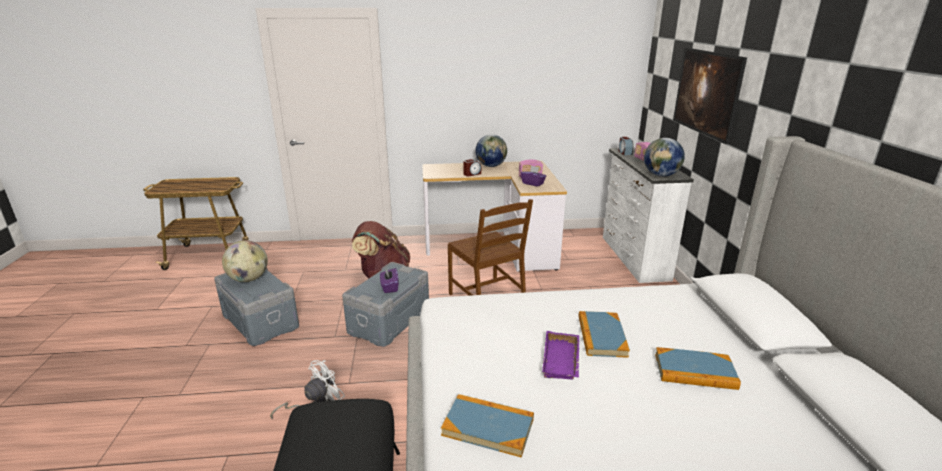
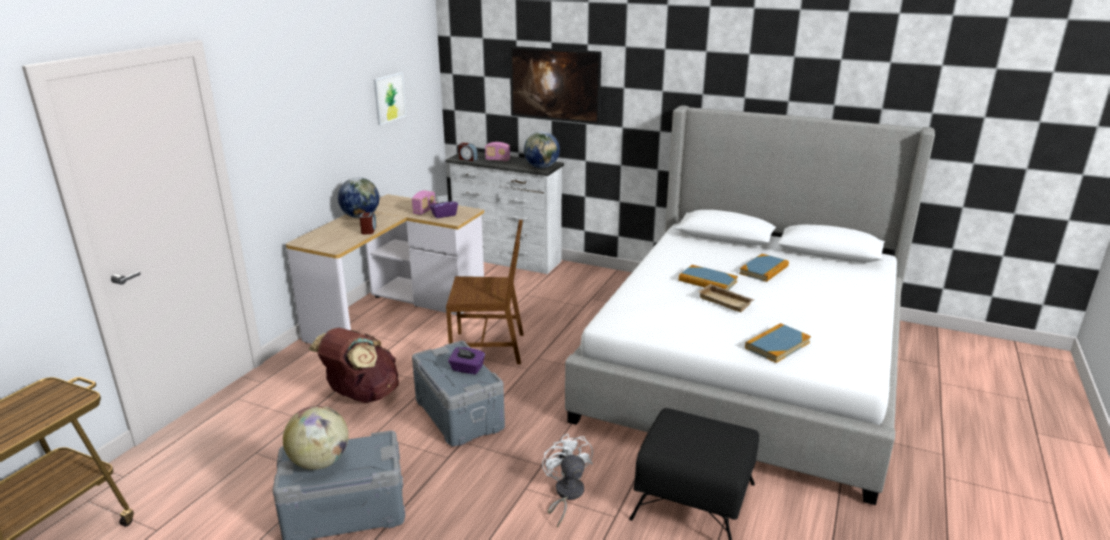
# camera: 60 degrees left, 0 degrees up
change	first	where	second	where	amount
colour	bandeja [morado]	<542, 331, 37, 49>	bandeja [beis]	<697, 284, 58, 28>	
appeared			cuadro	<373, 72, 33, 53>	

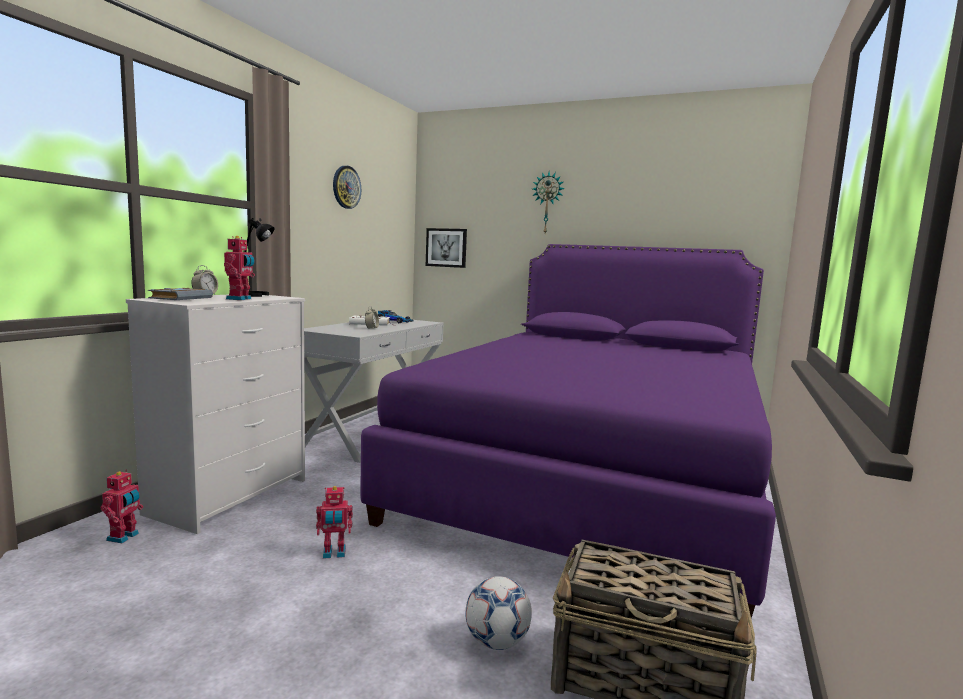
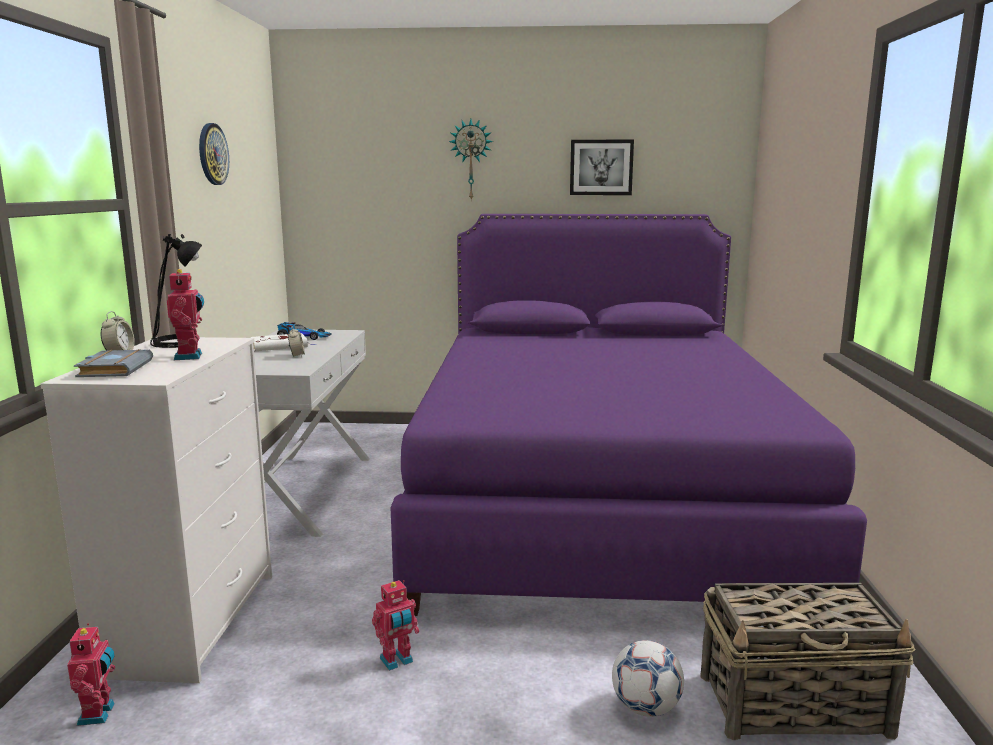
# camera: 20 degrees left, 5 degrees up
change	first	where	second	where	amount
relocated	cuadro	<426, 228, 41, 40>		<570, 140, 64, 55>	

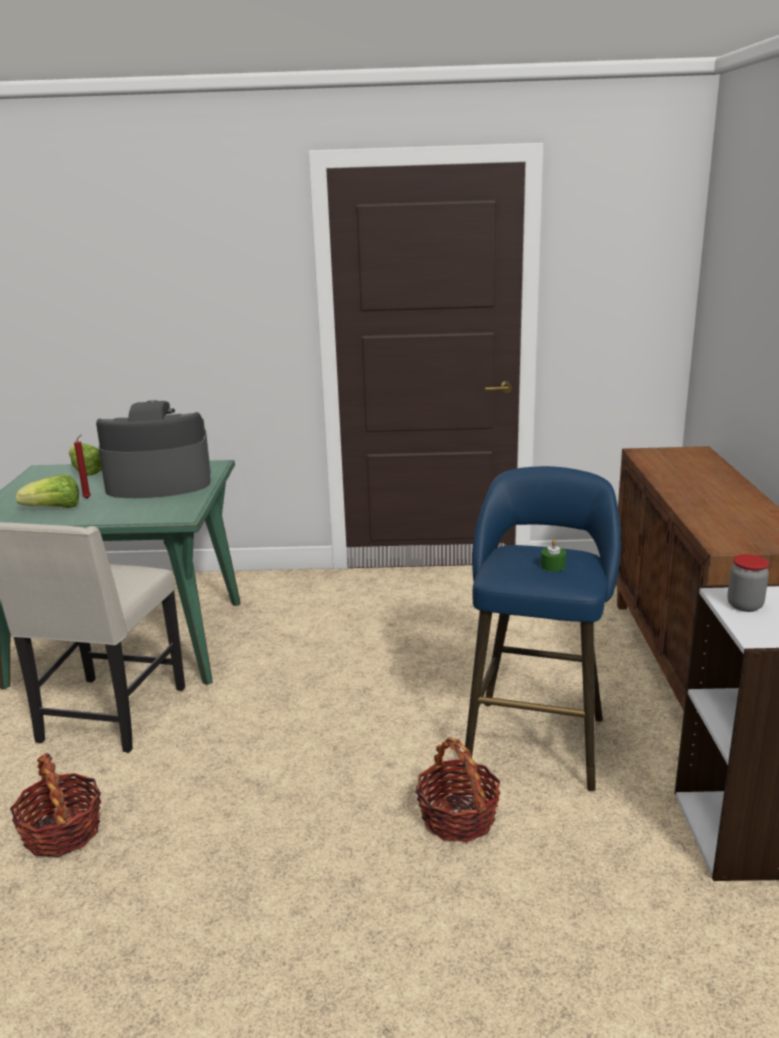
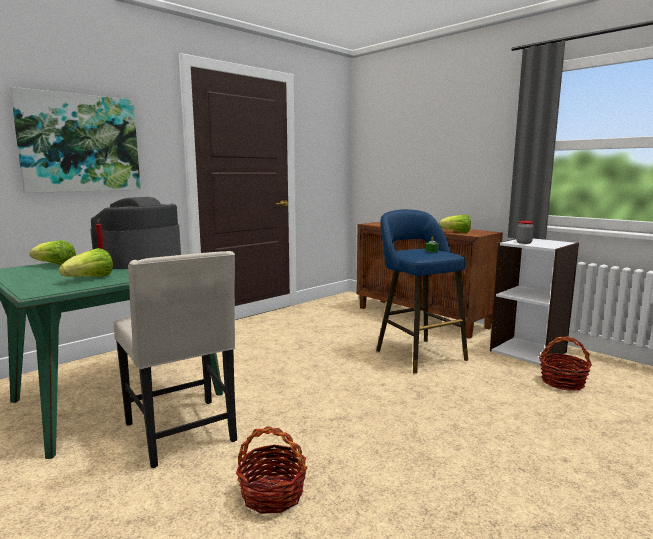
# camera: 45 degrees left, 10 degrees down
change	first	where	second	where	amount
relocated	cesta	<416, 737, 85, 105>		<539, 336, 53, 55>	
appeared			cuadro	<10, 87, 131, 106>	
appeared			lechuga	<439, 215, 32, 18>	

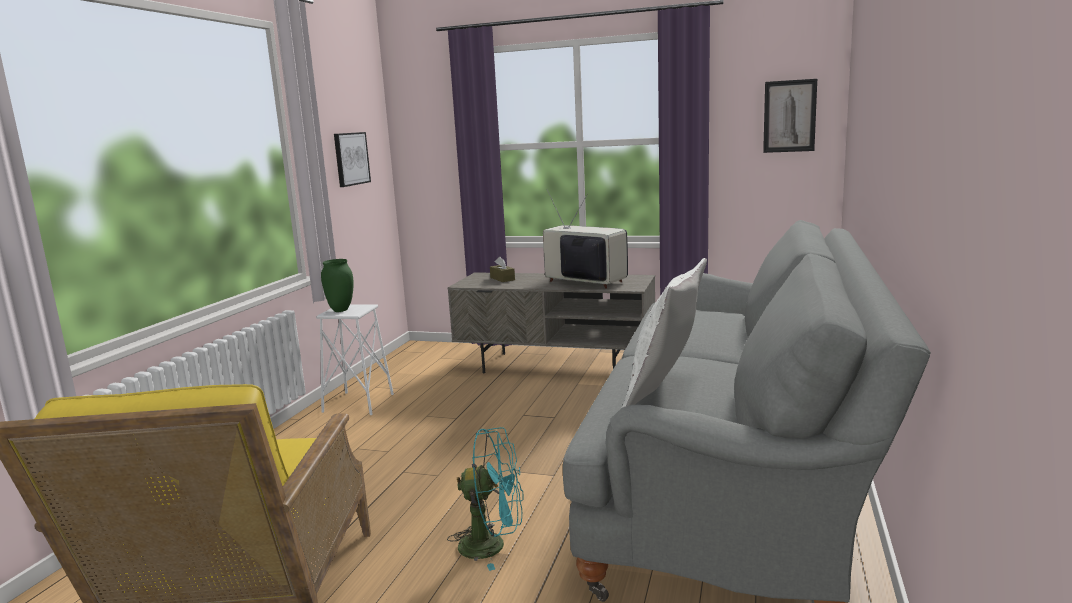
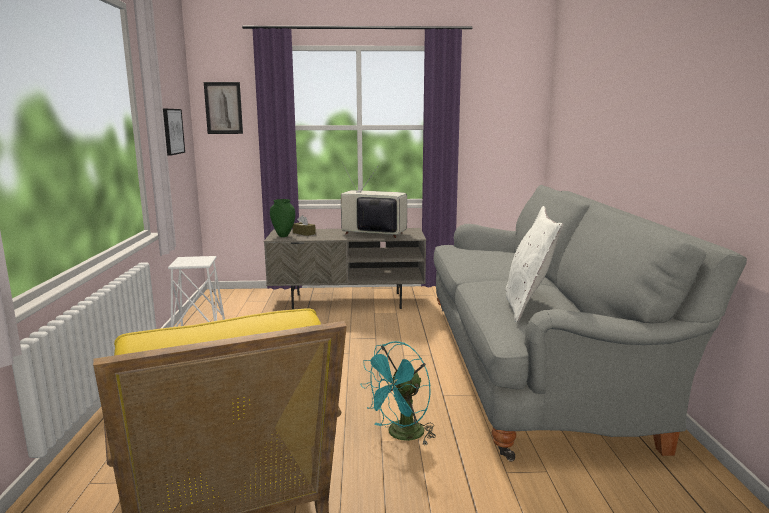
# camera: 20 degrees left, 0 degrees up
change	first	where	second	where	amount
relocated	cuadro	<763, 79, 54, 74>		<204, 82, 39, 52>	
relocated	florero [verde]	<321, 259, 33, 53>		<270, 199, 25, 38>	
spun	ventilador [turquesa]	<447, 427, 77, 144>		<360, 341, 76, 104>	150 degrees clockwise

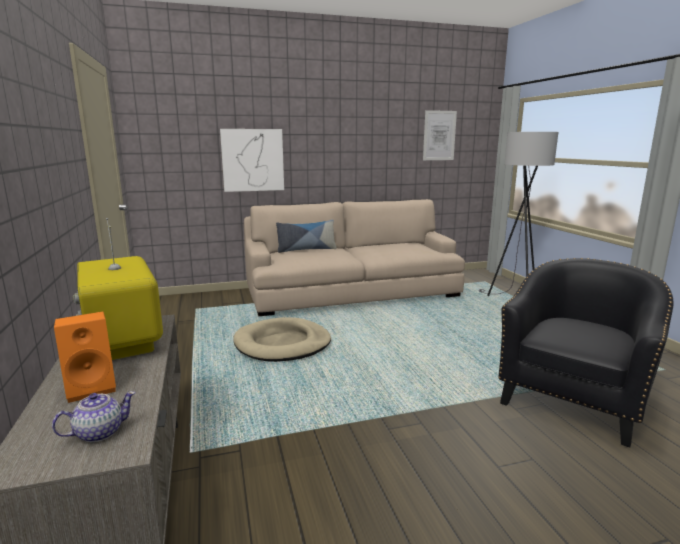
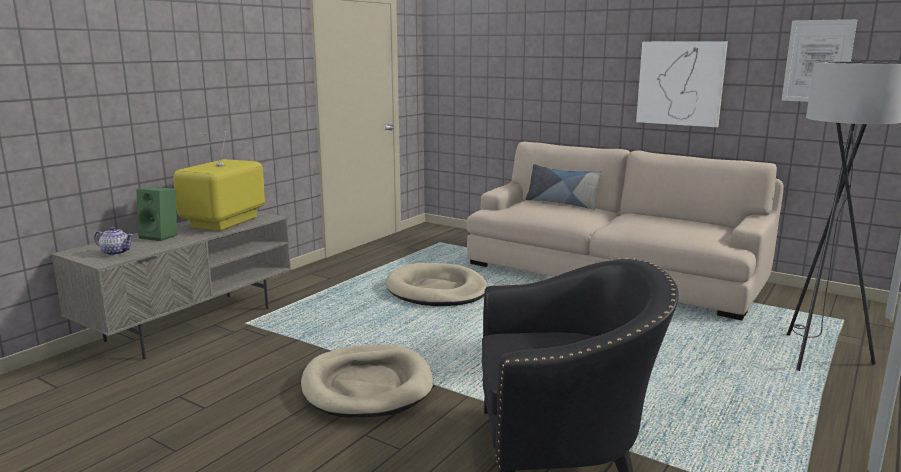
# camera: 50 degrees right, 0 degrees up
change	first	where	second	where	amount
relocated	cuadro	<220, 129, 64, 63>		<636, 41, 92, 86>	
colour	altavoz [naranja]	<54, 311, 62, 92>	altavoz [verde]	<137, 187, 40, 54>	
appeared			cama para perro [beis]	<301, 344, 132, 74>	

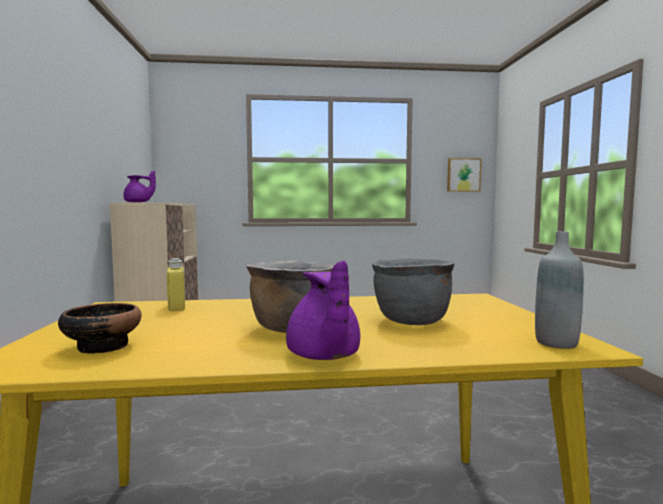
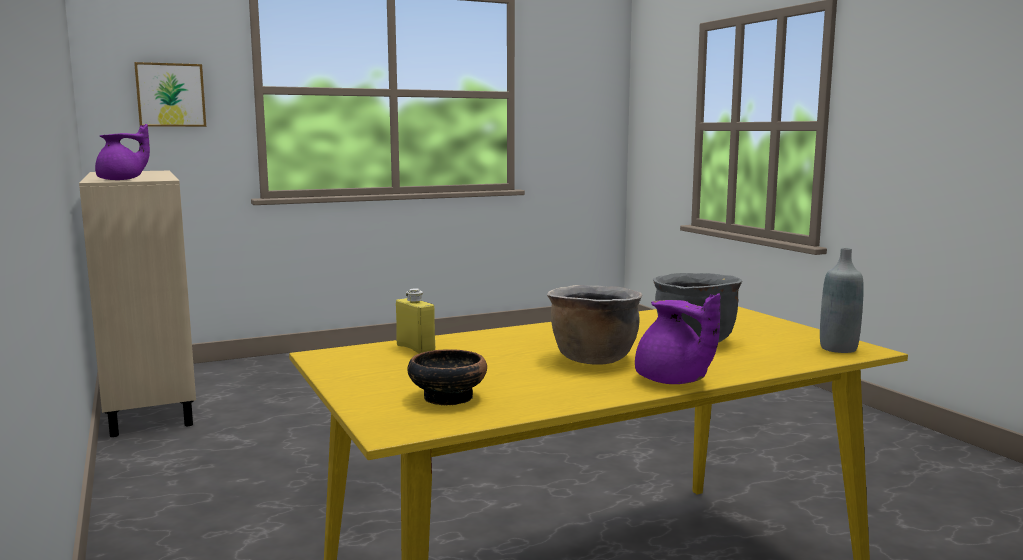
# camera: 20 degrees left, 5 degrees up
change	first	where	second	where	amount
relocated	cuadro	<447, 158, 35, 34>		<134, 62, 72, 65>	

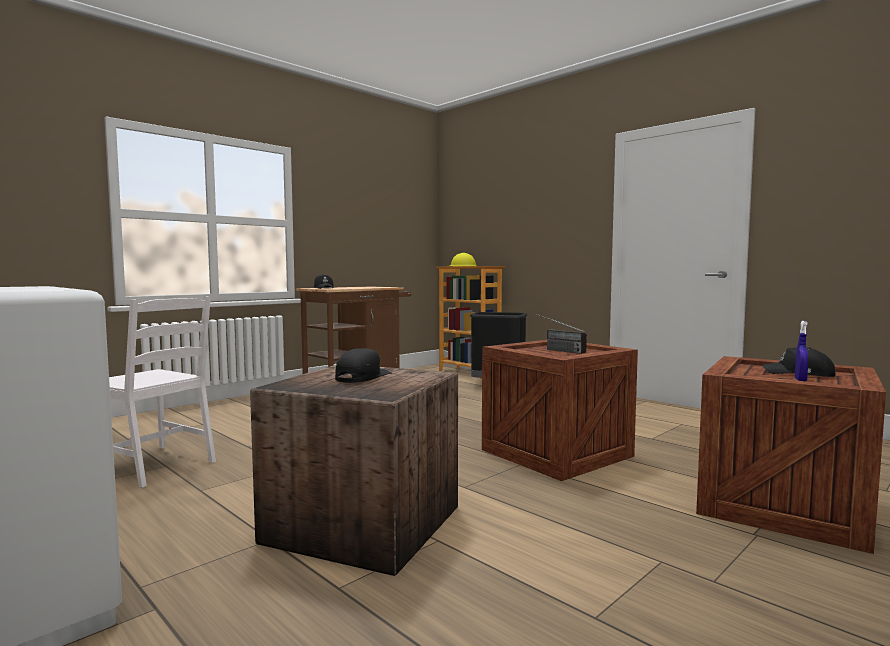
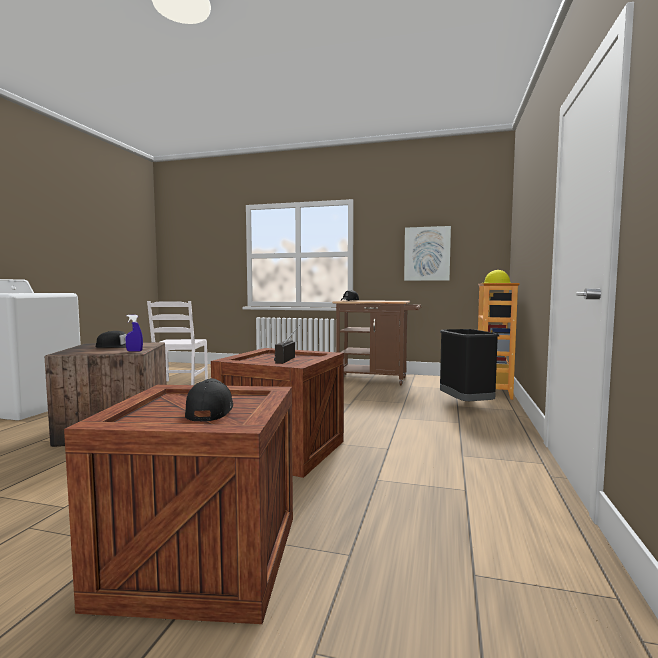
# camera: 60 degrees right, 0 degrees up
change	first	where	second	where	amount
relocated	pulverizador [azul]	<795, 321, 13, 60>		<125, 315, 18, 37>	
appeared			cuadro	<404, 226, 47, 55>	

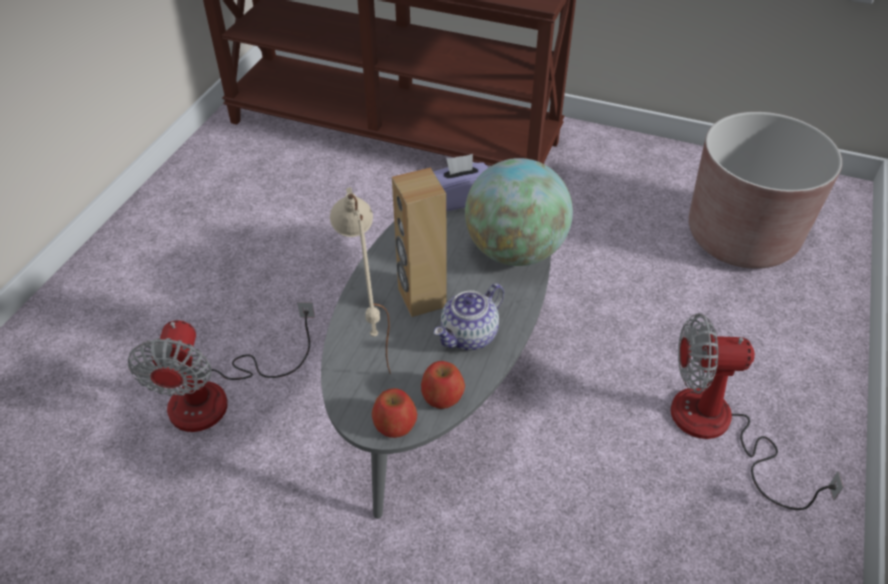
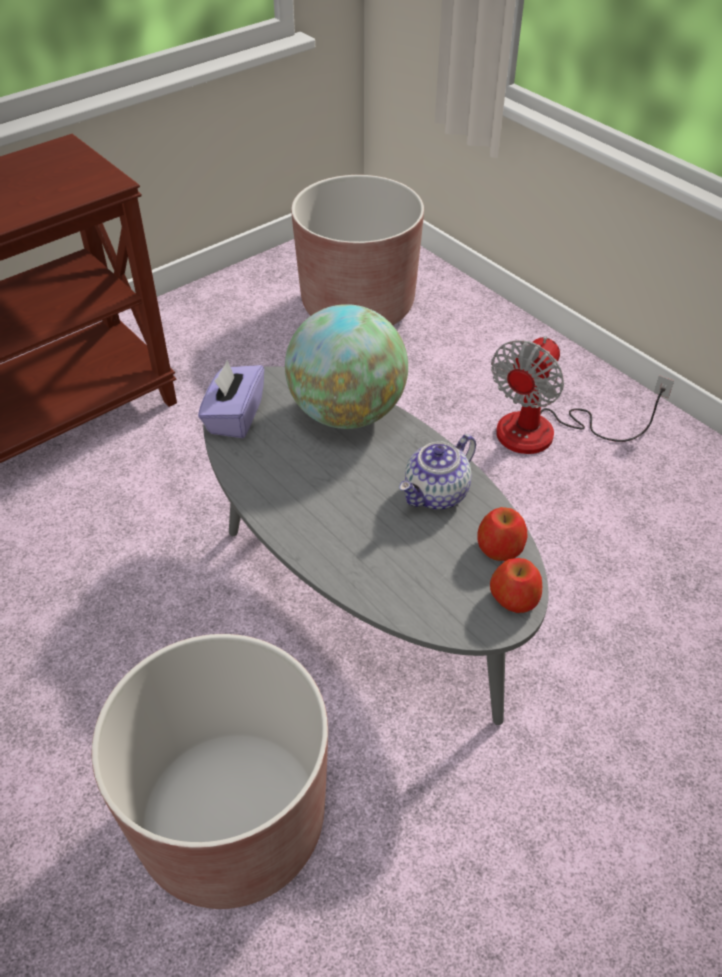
# camera: 60 degrees left, 0 degrees up
change	first	where	second	where	amount
missing	altavoz [marrón]	<392, 167, 55, 150>			
missing	lámpara de mesa [beis]	<330, 187, 61, 187>			
spun	tetera	<434, 283, 70, 67>		<399, 434, 77, 75>	60 degrees clockwise
exchanged	ventilador	<128, 302, 187, 130>	maceta [marrón]	<92, 634, 236, 275>	

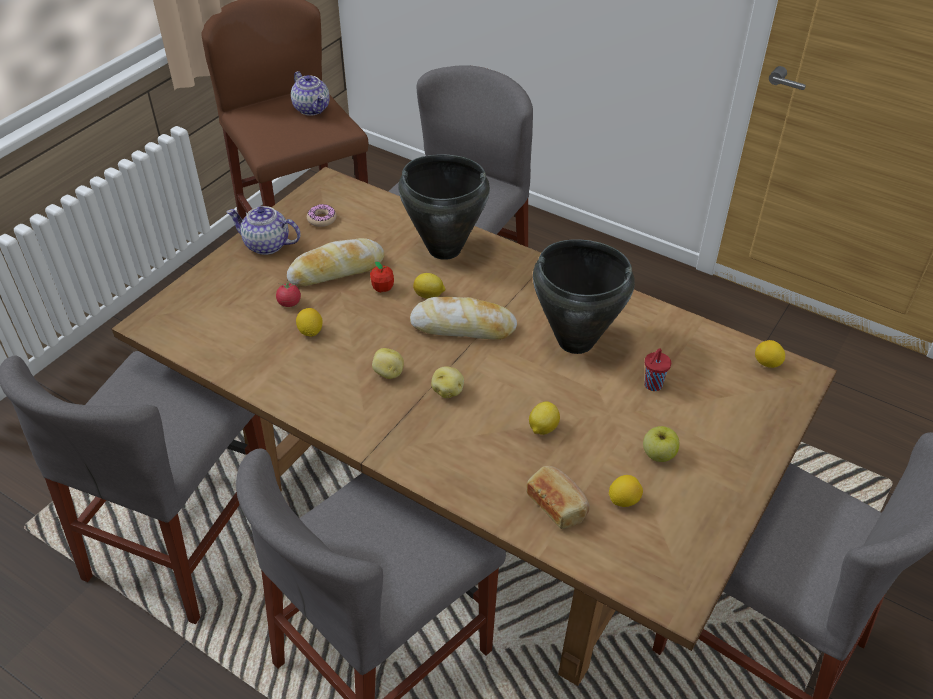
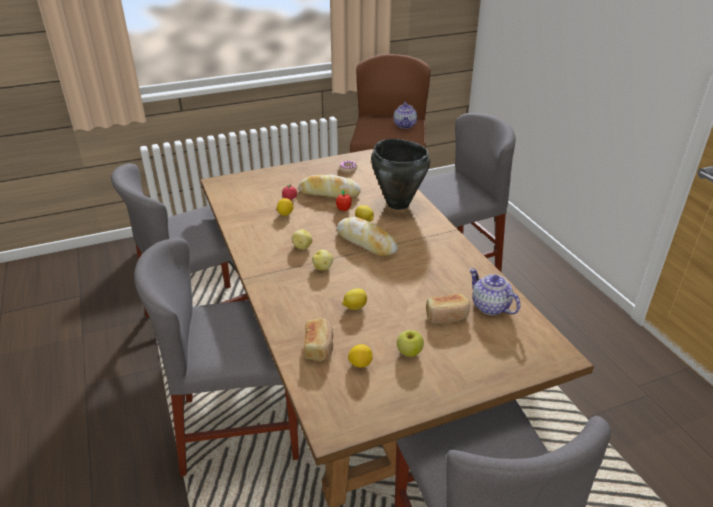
# camera: 35 degrees right, 10 degrees down
change	first	where	second	where	amount
relocated	tetera	<226, 206, 75, 49>		<469, 268, 52, 47>	
missing	olla [negro]	<533, 239, 102, 115>			
missing	limón	<755, 340, 30, 28>			
exchanged	taza [rojo]	<644, 348, 27, 43>	pan	<426, 294, 44, 30>	

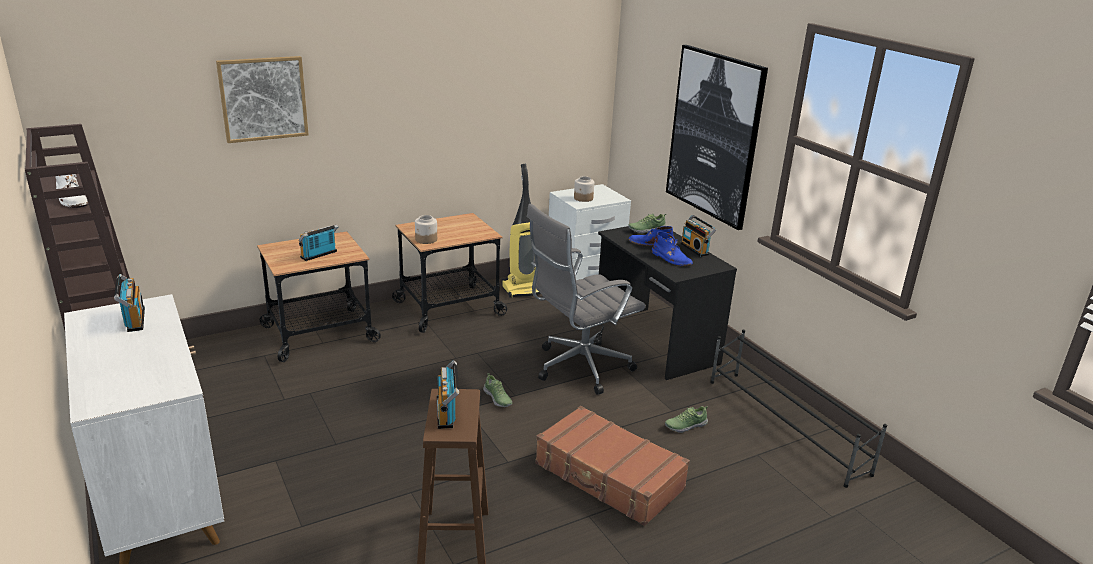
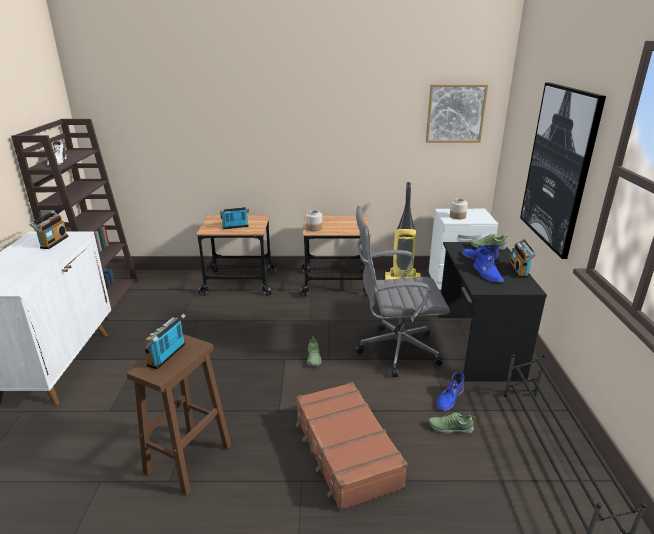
# camera: 30 degrees right, 0 degrees up
change	first	where	second	where	amount
relocated	cuadro	<216, 56, 93, 87>		<426, 84, 62, 58>	
appeared			bota [azul]	<436, 372, 29, 39>	

